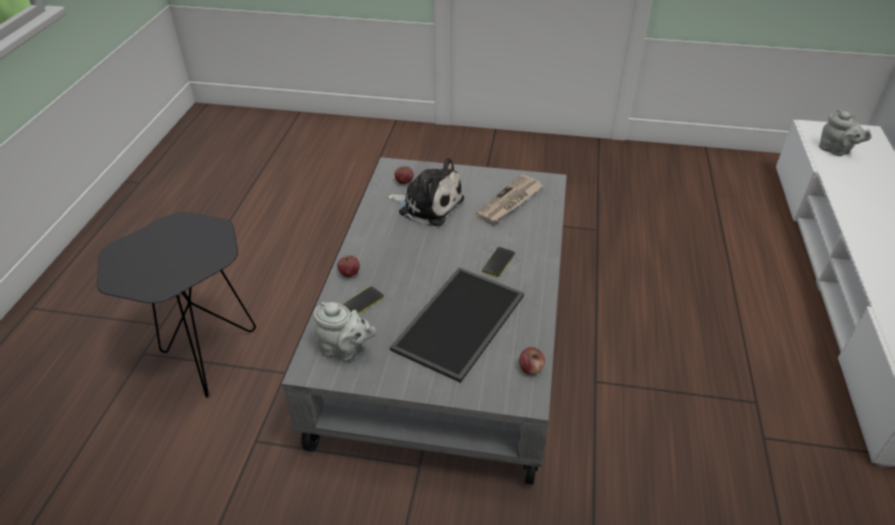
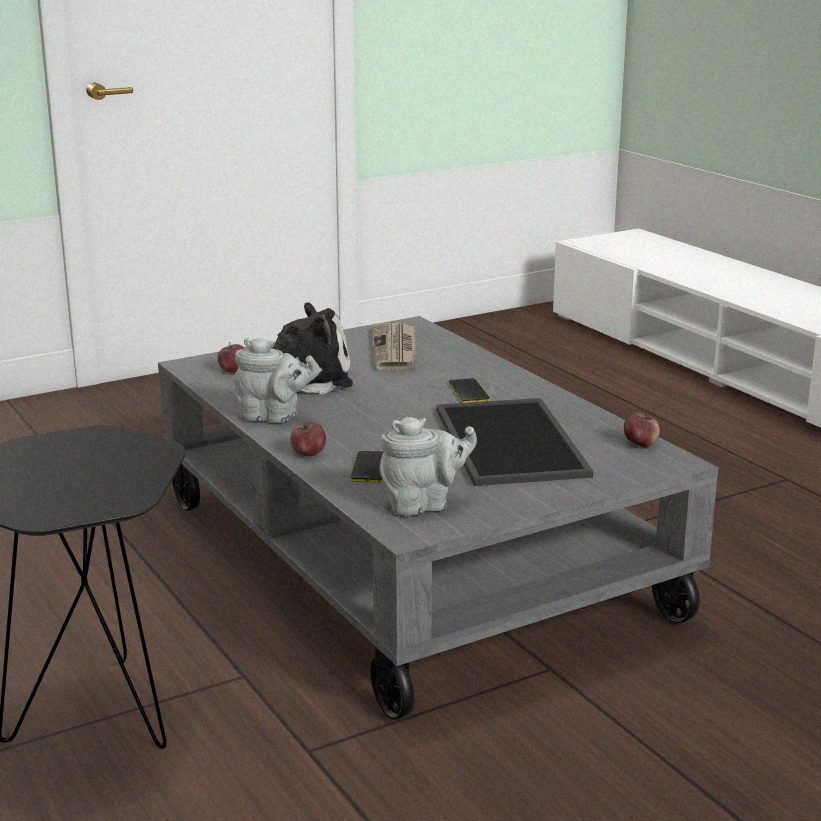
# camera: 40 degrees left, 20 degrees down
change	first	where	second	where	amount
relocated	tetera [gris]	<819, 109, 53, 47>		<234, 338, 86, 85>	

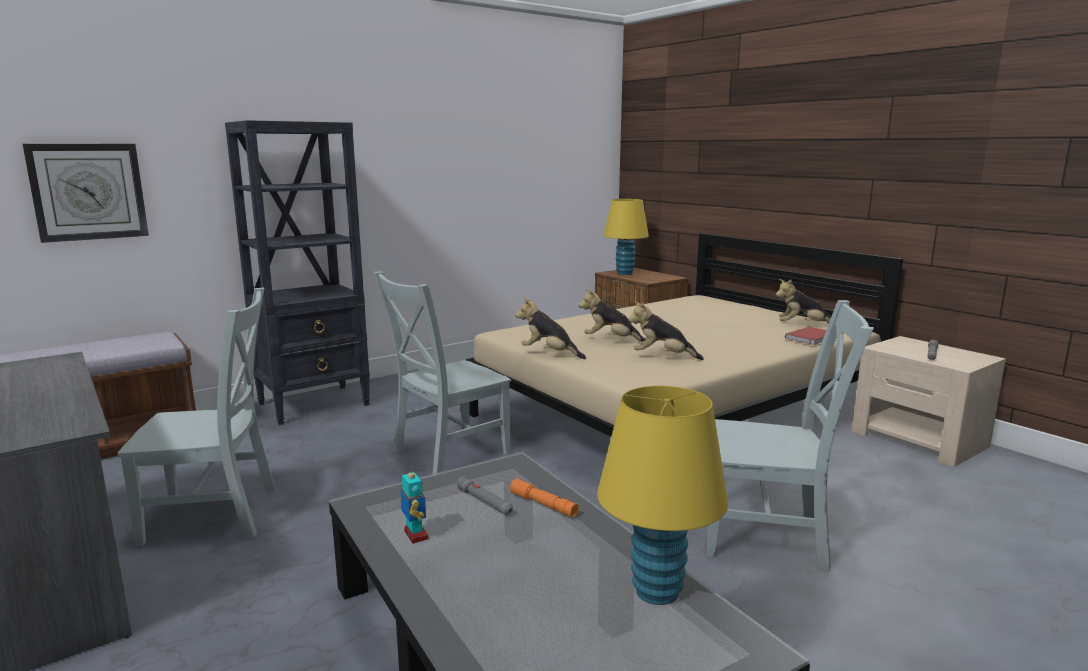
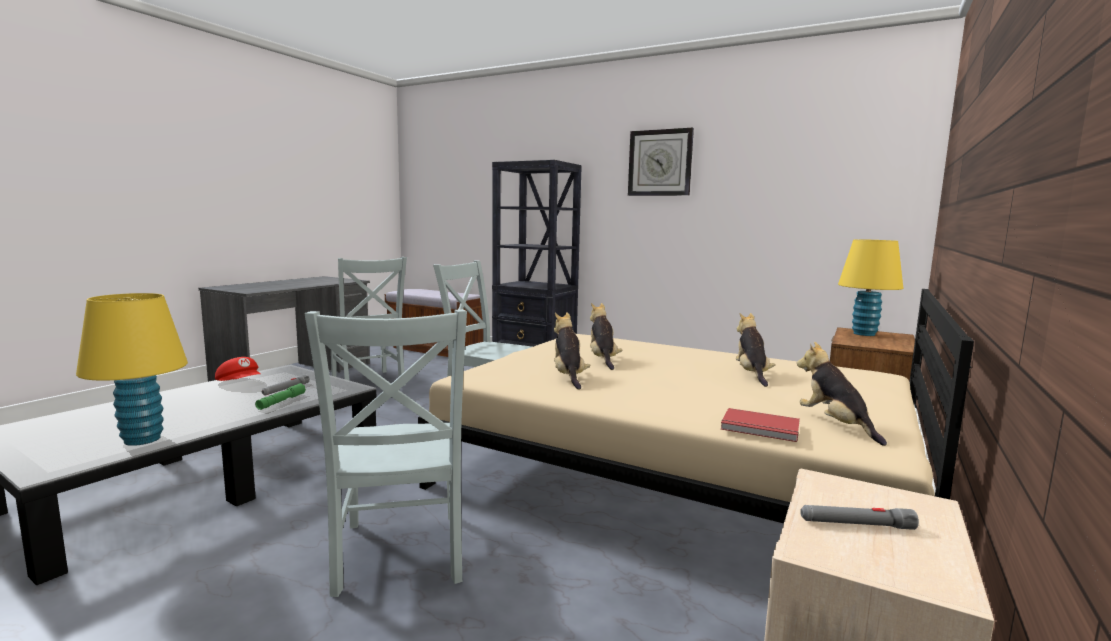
# camera: 65 degrees right, 5 degrees down
change	first	where	second	where	amount
relocated	reloj de pared	<23, 144, 126, 99>		<628, 128, 66, 68>	
relocated	peluche	<515, 297, 71, 62>		<736, 313, 39, 74>	
exchanged	robot de juguete	<400, 467, 29, 77>	gorra [rojo]	<215, 357, 46, 24>	
colour	linterna [naranja]	<510, 478, 69, 39>	linterna [verde]	<255, 383, 51, 27>	

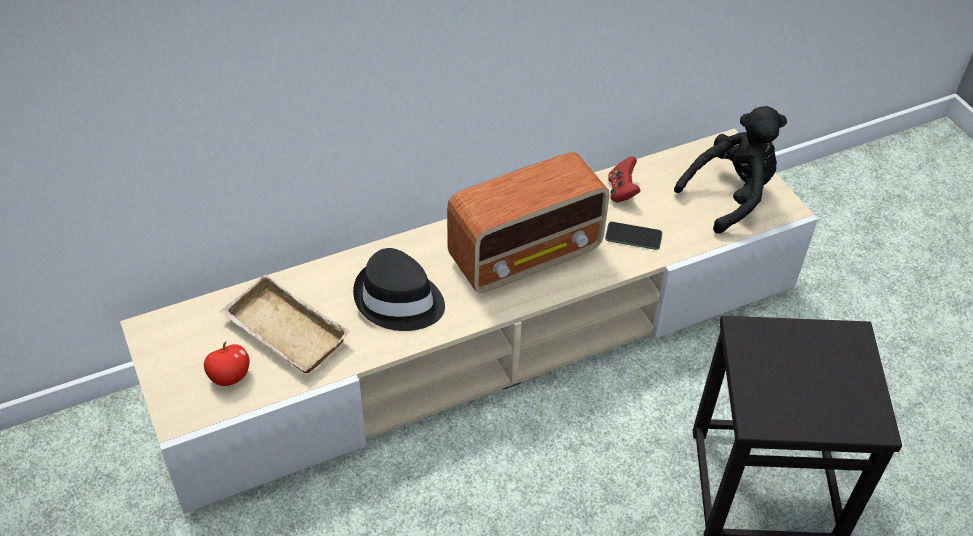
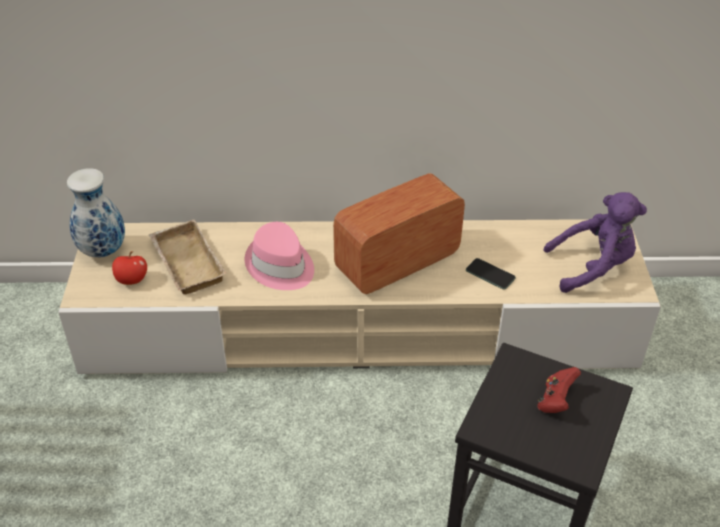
# camera: 25 degrees right, 5 degrees down
change	first	where	second	where	amount
colour	peluche [negro]	<674, 106, 113, 128>	peluche [morado]	<543, 192, 104, 101>	
spun	radio	<447, 152, 162, 141>		<333, 173, 132, 121>	150 degrees clockwise
relocated	mando de consola [rojo]	<608, 157, 33, 45>		<537, 367, 44, 46>	
colour	sombrero [negro]	<353, 248, 92, 83>	sombrero [rosa]	<245, 222, 69, 68>	
appeared			florero	<67, 168, 58, 89>	

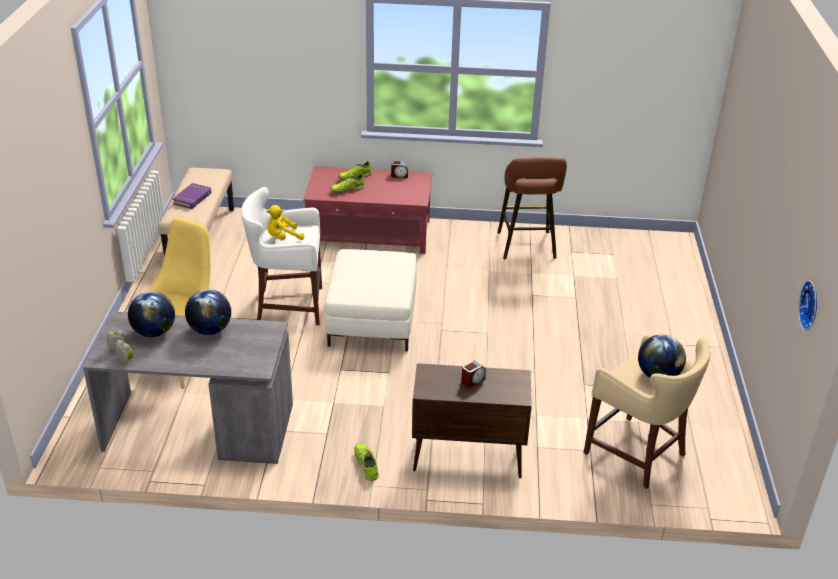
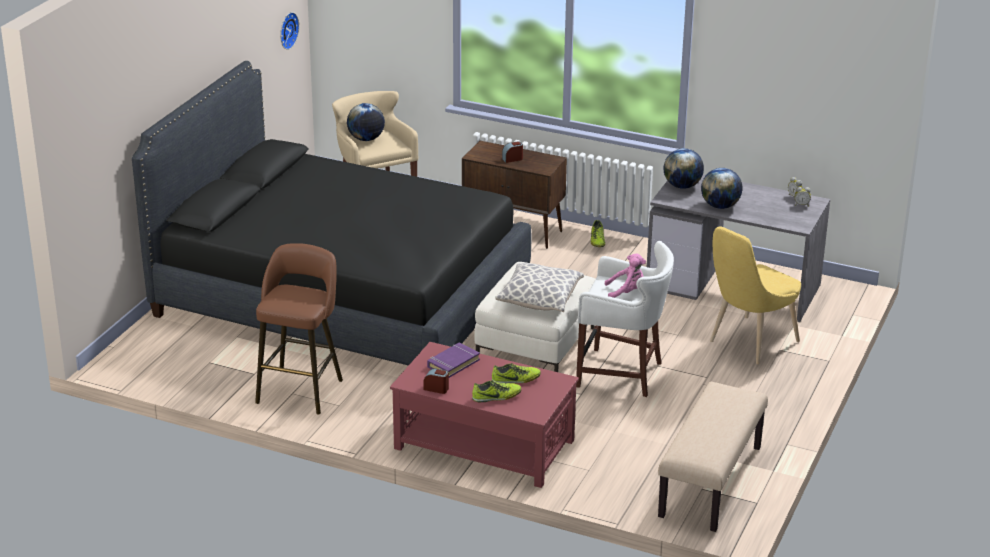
# camera: 160 degrees left, 5 degrees down
change	first	where	second	where	amount
relocated	libro [morado]	<172, 183, 39, 26>		<427, 343, 53, 35>	
colour	peluche [amarillo]	<266, 205, 38, 35>	peluche [rosa]	<605, 254, 41, 44>	
relocated	globo terráqueo	<128, 291, 47, 46>		<663, 148, 41, 41>	
appeared			cama [negro]	<132, 61, 399, 305>	
appeared			cojín	<496, 263, 88, 49>	

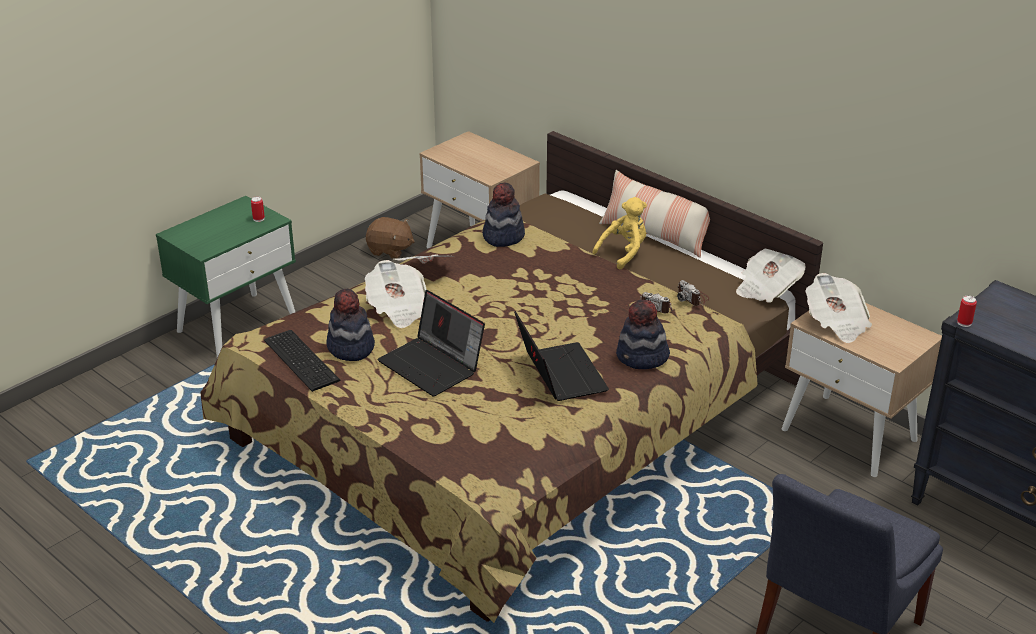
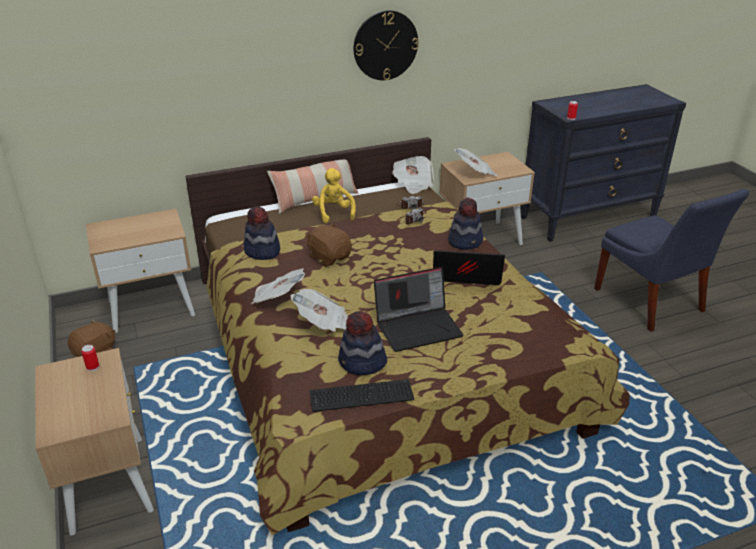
# camera: 65 degrees left, 0 degrees up
change	first	where	second	where	amount
colour	mesita de noche [verde]	<156, 196, 140, 162>	mesita de noche [beis]	<35, 348, 119, 187>	
appeared			reloj de pared	<354, 10, 65, 70>	
appeared			peluche [marrón]	<305, 223, 47, 44>	

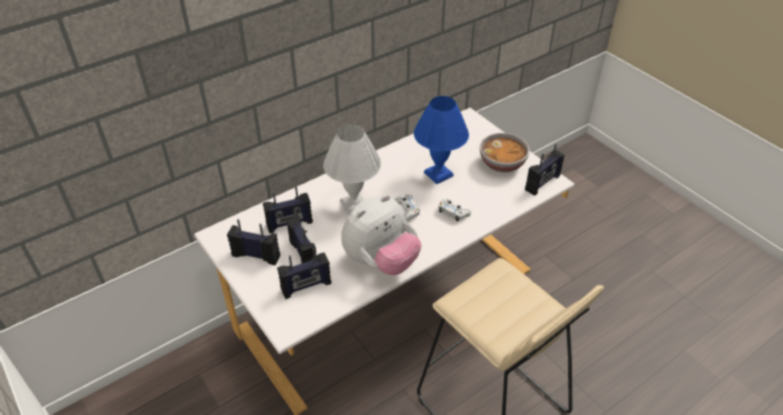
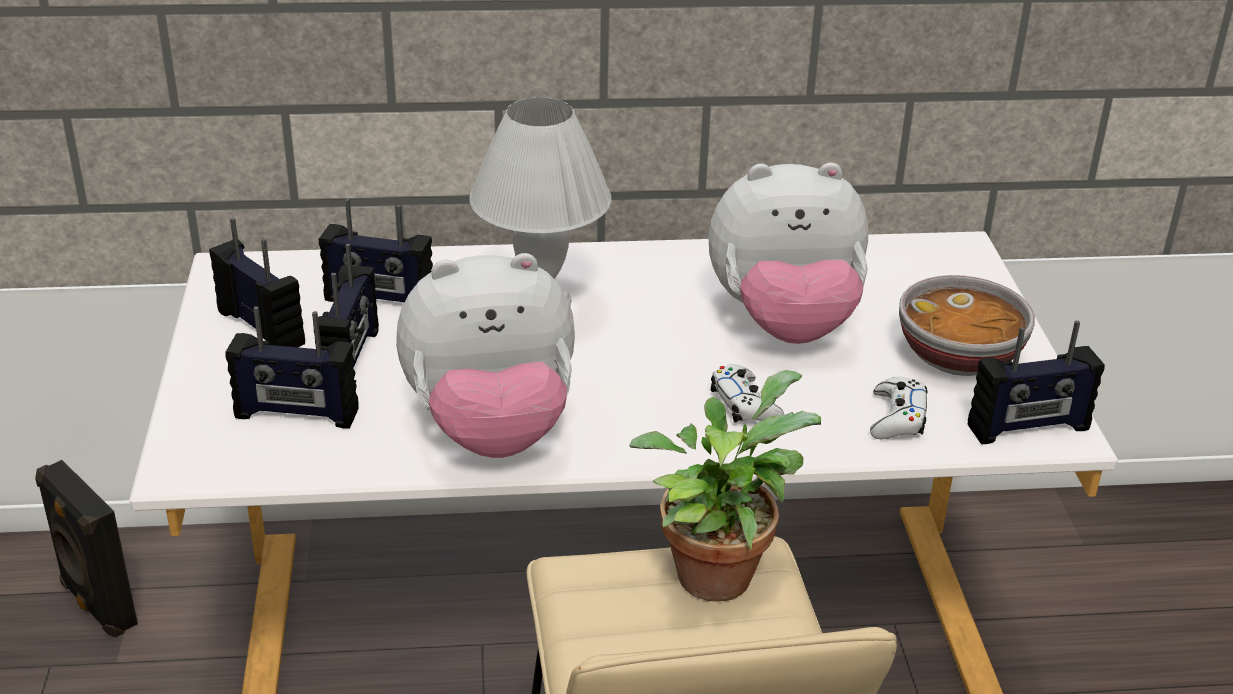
# camera: 30 degrees right, 10 degrees down
change	first	where	second	where	amount
exchanged	lámpara de mesa [azul]	<414, 96, 55, 88>	peluche	<709, 163, 159, 181>	
relocated	mando de consola [blanco]	<394, 195, 26, 27>		<870, 376, 57, 63>	
appeared			planta en maceta	<629, 370, 192, 232>	
appeared			altavoz [negro]	<35, 460, 103, 178>	

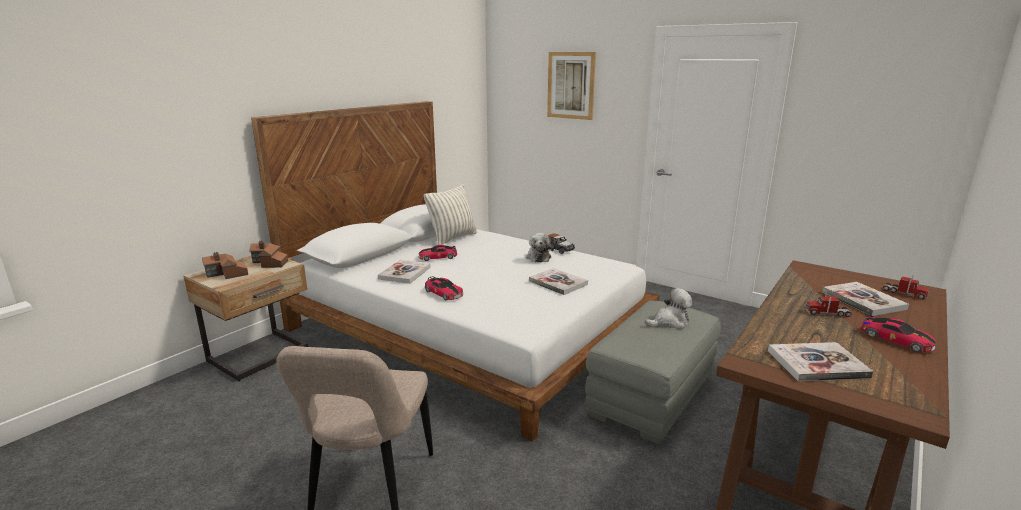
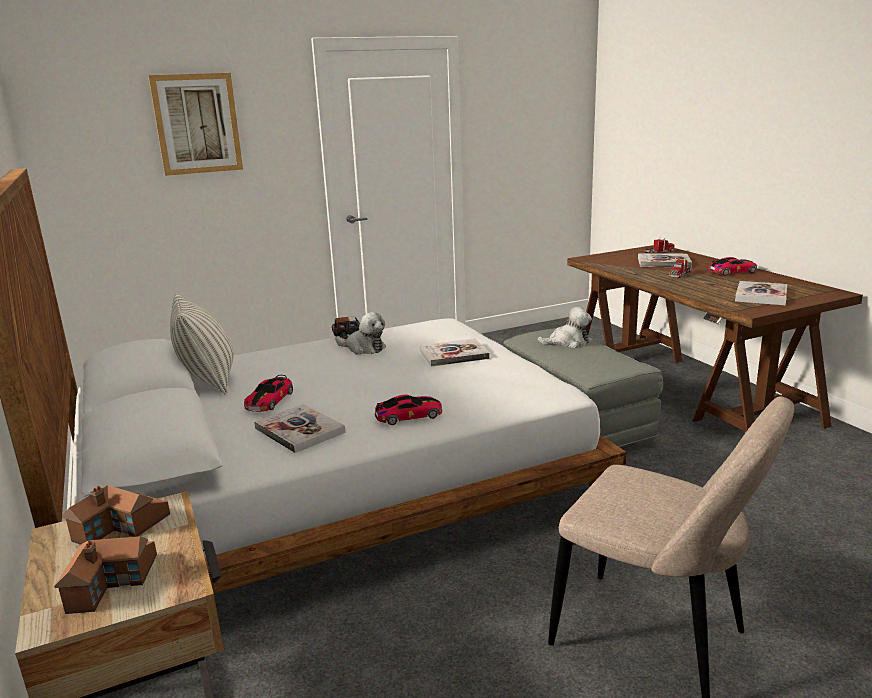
# camera: 60 degrees left, 0 degrees up
change	first	where	second	where	amount
spun	peluche	<645, 288, 47, 41>		<537, 307, 55, 41>	75 degrees clockwise

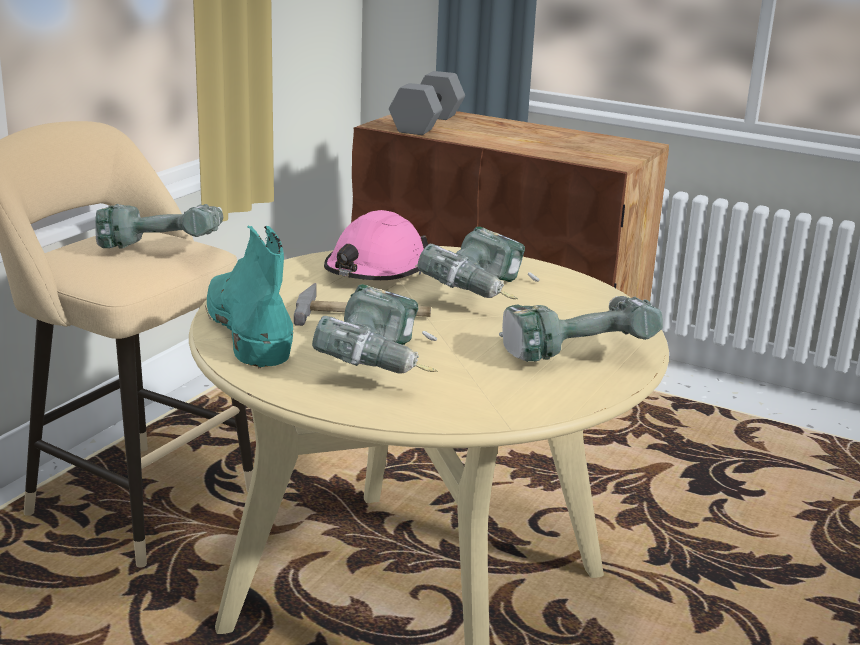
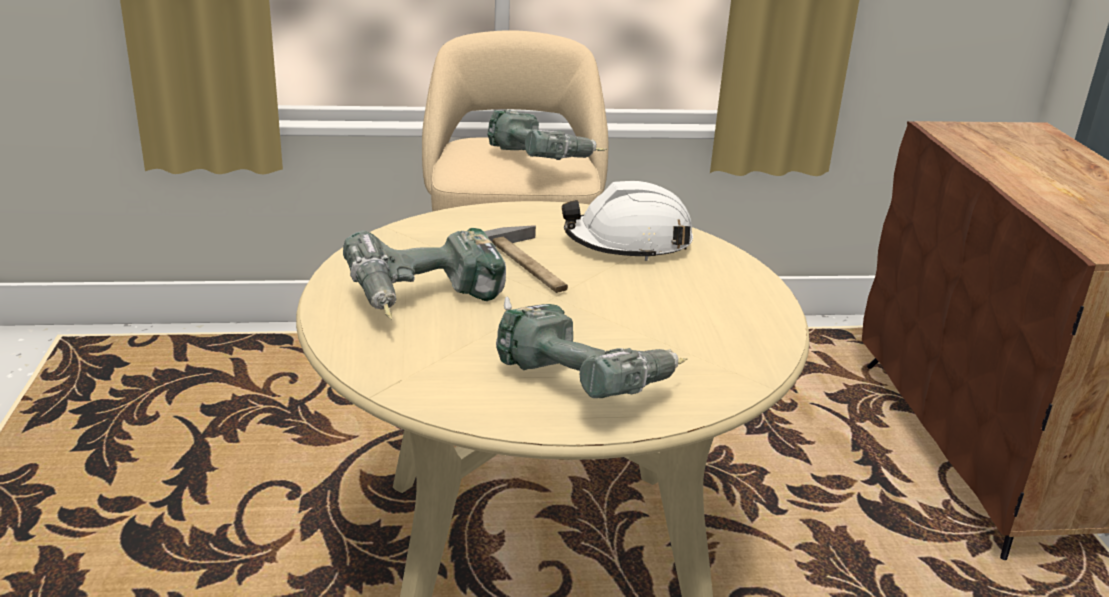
# camera: 55 degrees right, 5 degrees up
change	first	where	second	where	amount
missing	mancuerna [gris]	<389, 71, 76, 64>			
colour	casco [rosa]	<324, 210, 104, 70>	casco [blanco]	<562, 181, 131, 80>	
missing	bota [turquesa]	<205, 226, 88, 142>			
missing	taladro	<418, 227, 122, 73>			

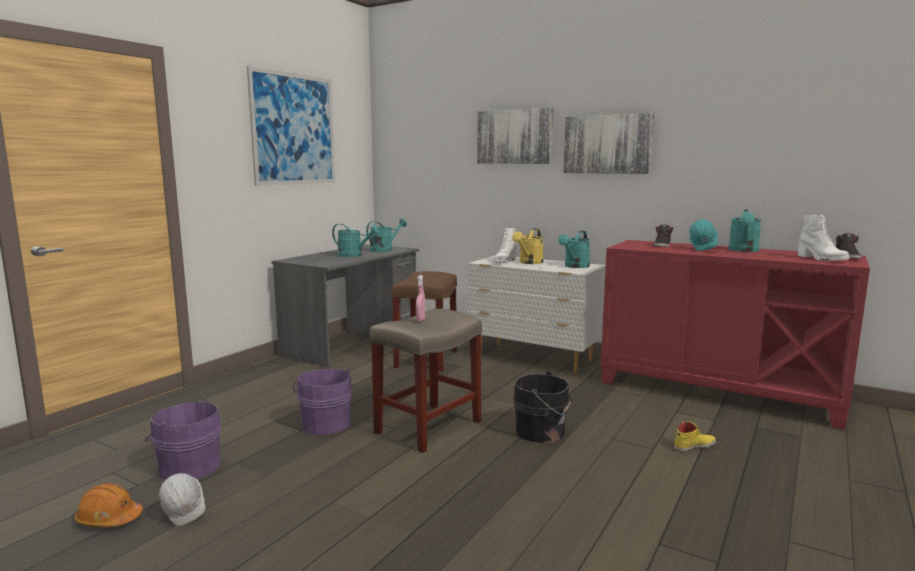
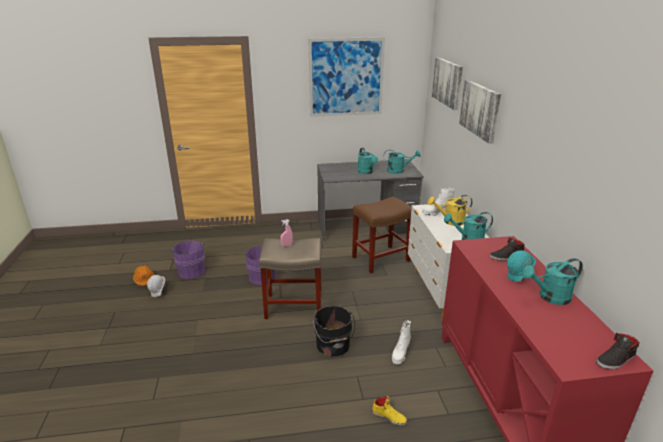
# camera: 50 degrees right, 15 degrees up
change	first	where	second	where	amount
relocated	cuadro	<563, 113, 91, 61>		<432, 57, 31, 53>	
relocated	bota [blanco]	<797, 215, 52, 46>		<392, 320, 19, 45>	

